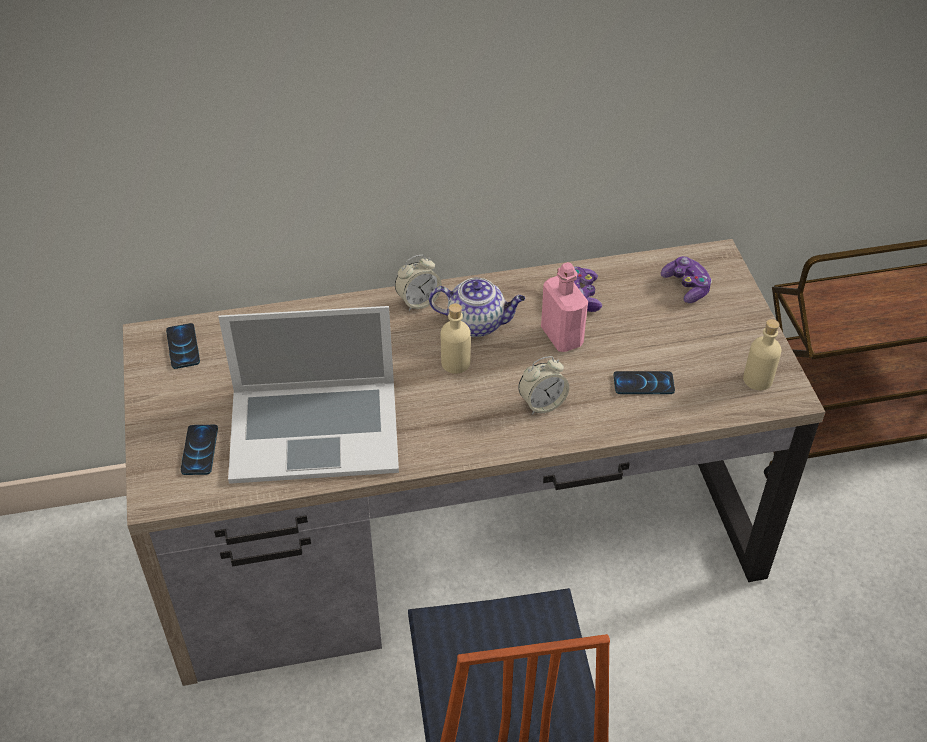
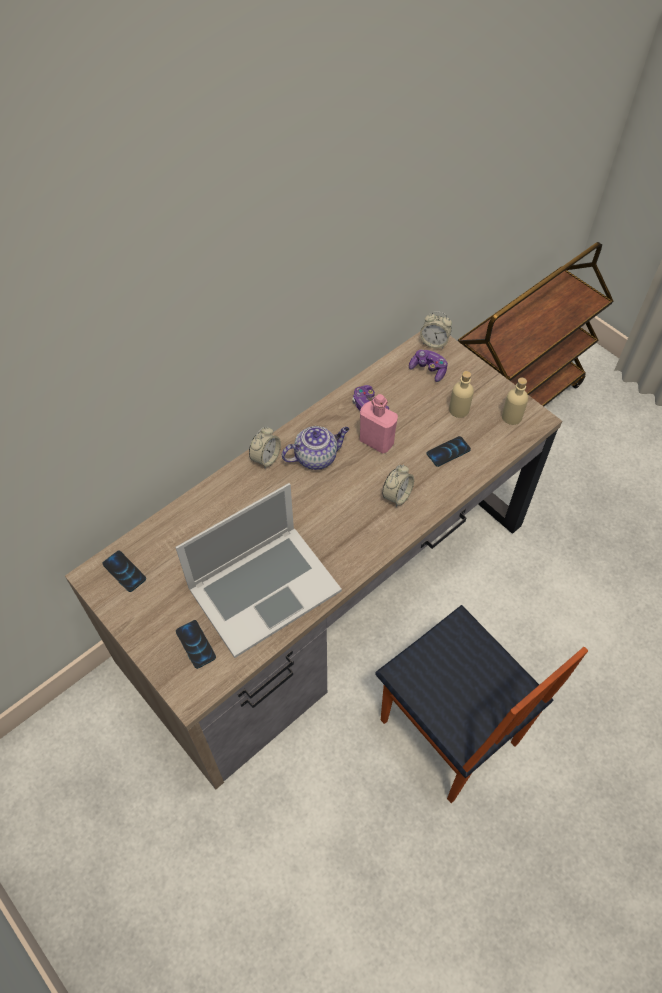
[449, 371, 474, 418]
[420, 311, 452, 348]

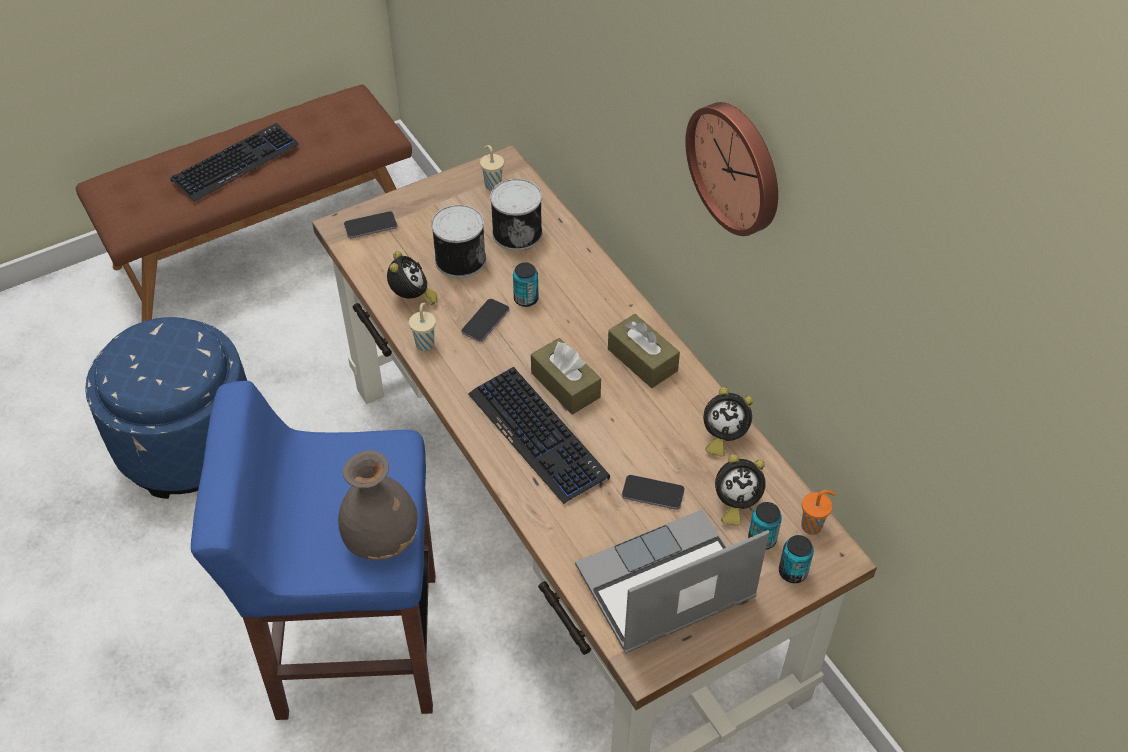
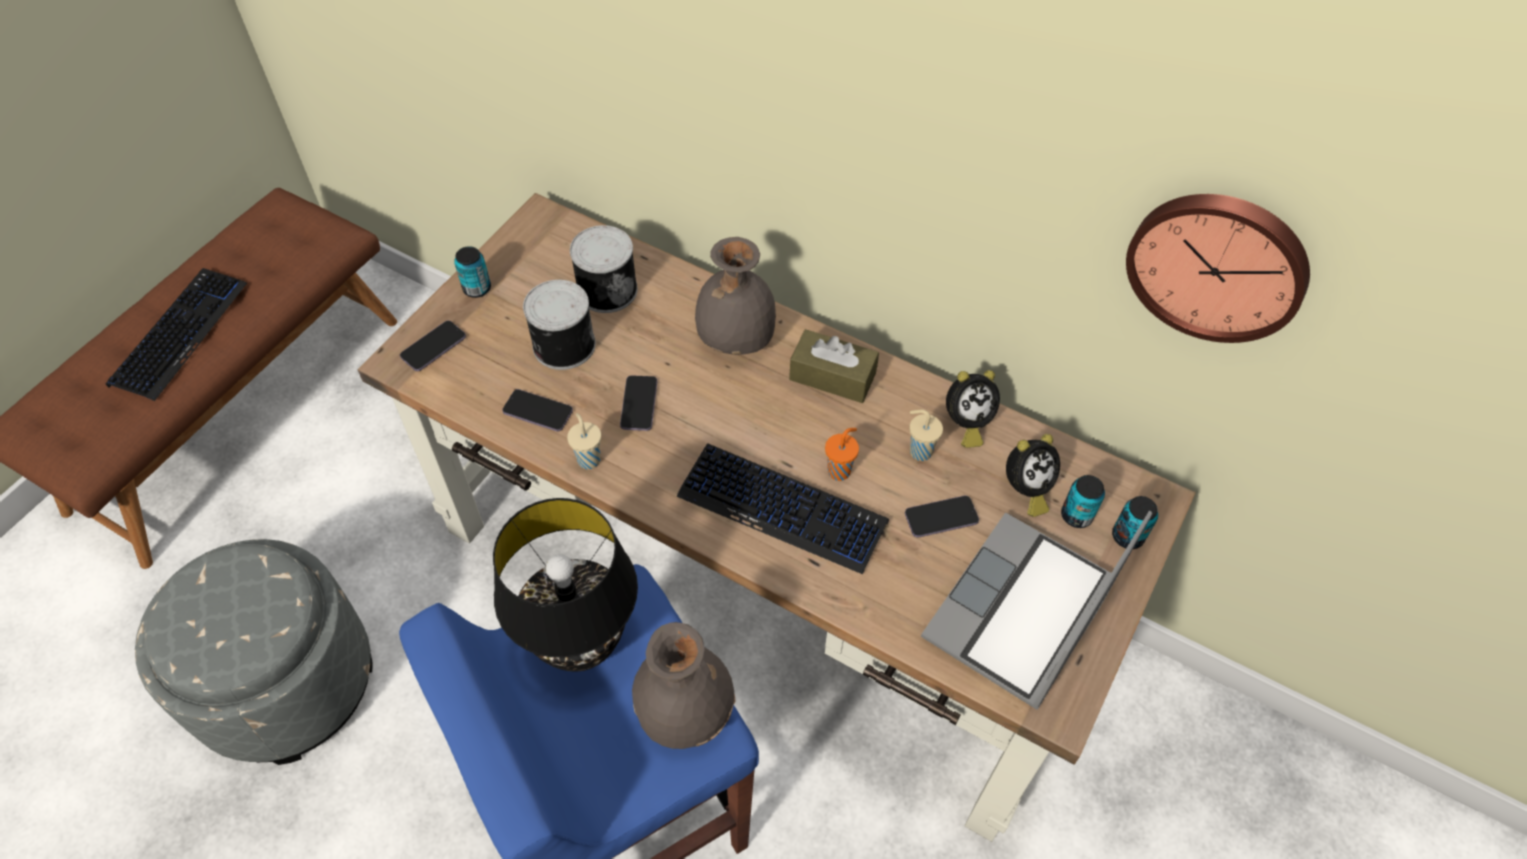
[1126, 194, 1310, 343]
[909, 409, 943, 461]
[502, 389, 573, 431]
[454, 246, 491, 298]
[135, 539, 372, 765]
[531, 338, 601, 414] (first image)
[825, 428, 859, 481]
[695, 237, 776, 355]
[493, 498, 638, 672]

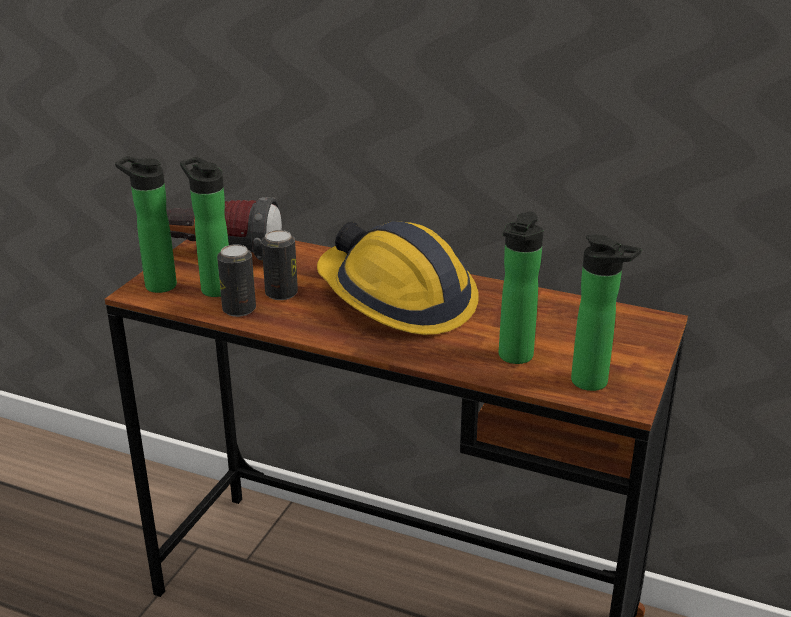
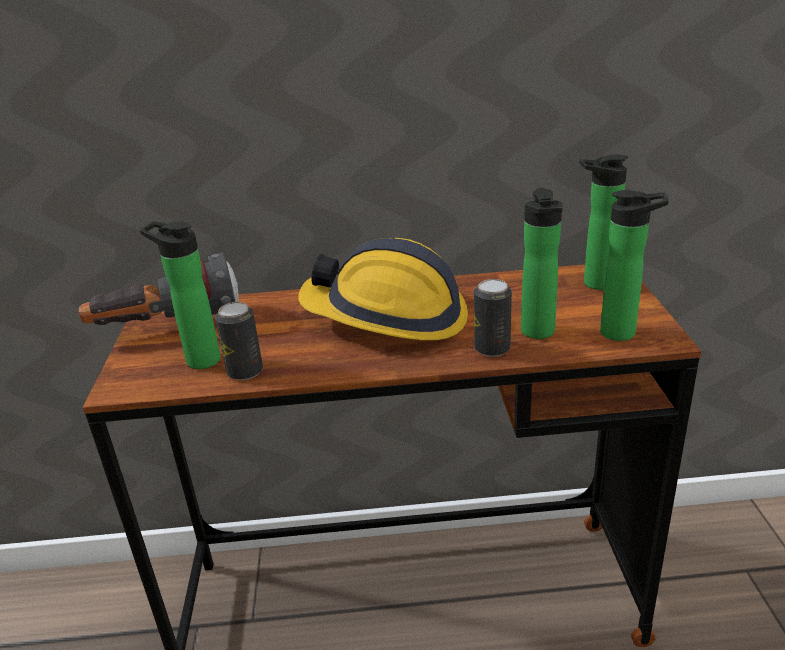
[579, 154, 628, 290]
[474, 279, 512, 357]

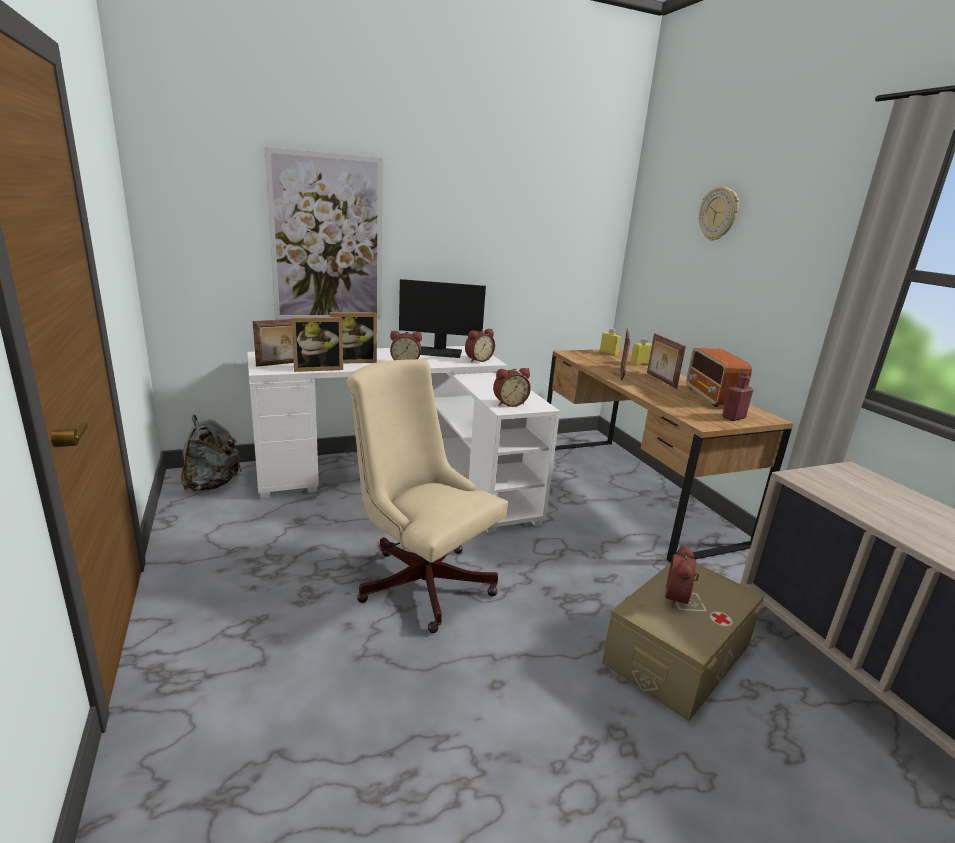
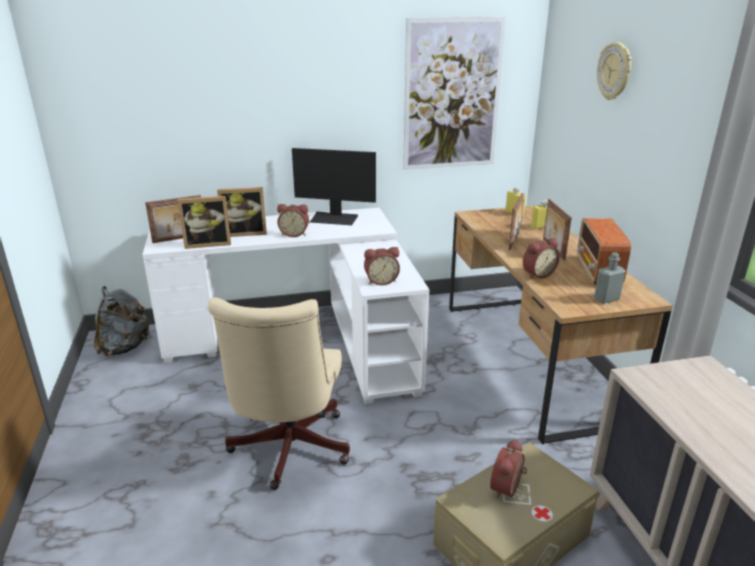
[403, 17, 506, 170]
[523, 238, 559, 279]
[208, 297, 350, 490]
[594, 252, 626, 304]

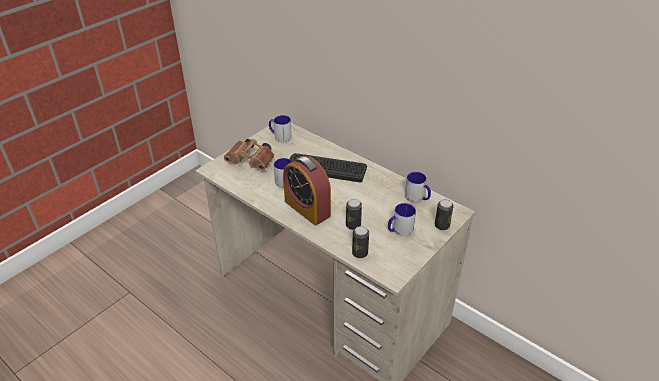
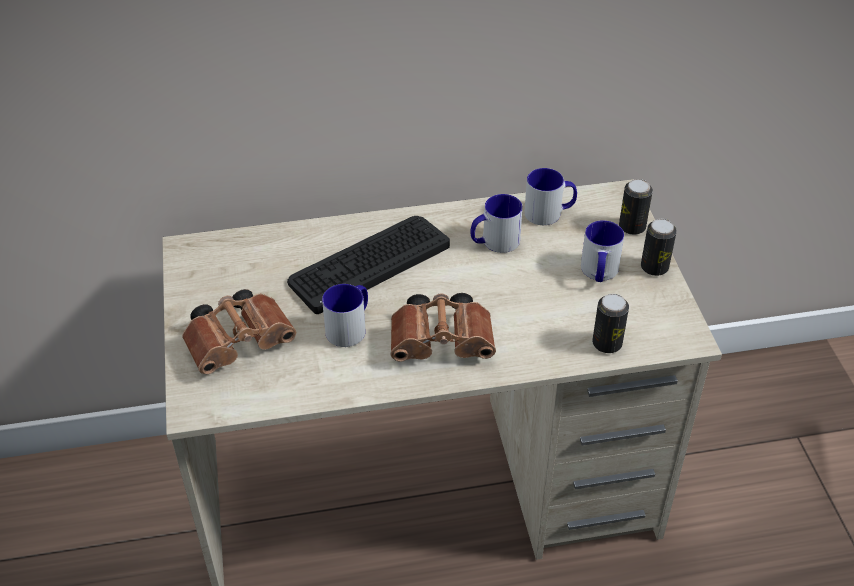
[470, 194, 523, 253]
[391, 293, 496, 362]
[641, 219, 677, 276]

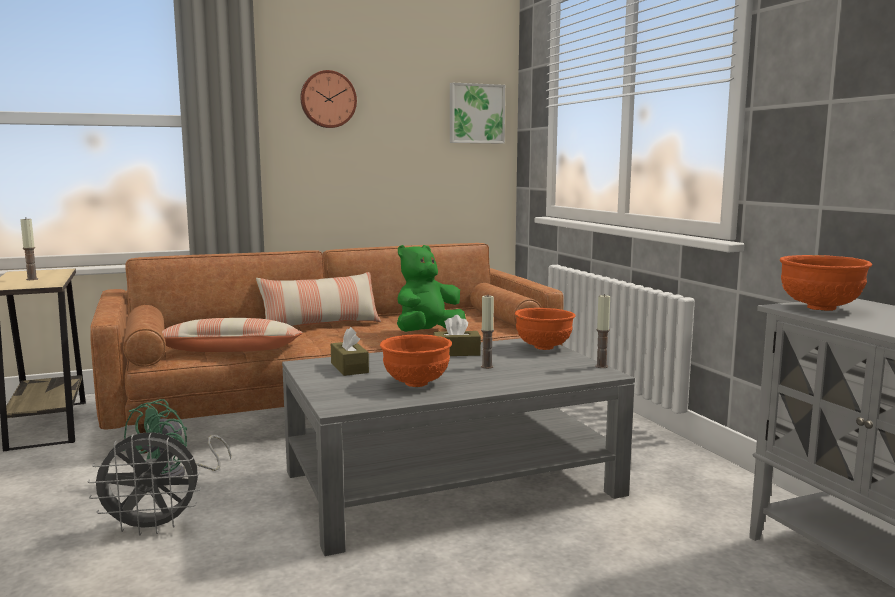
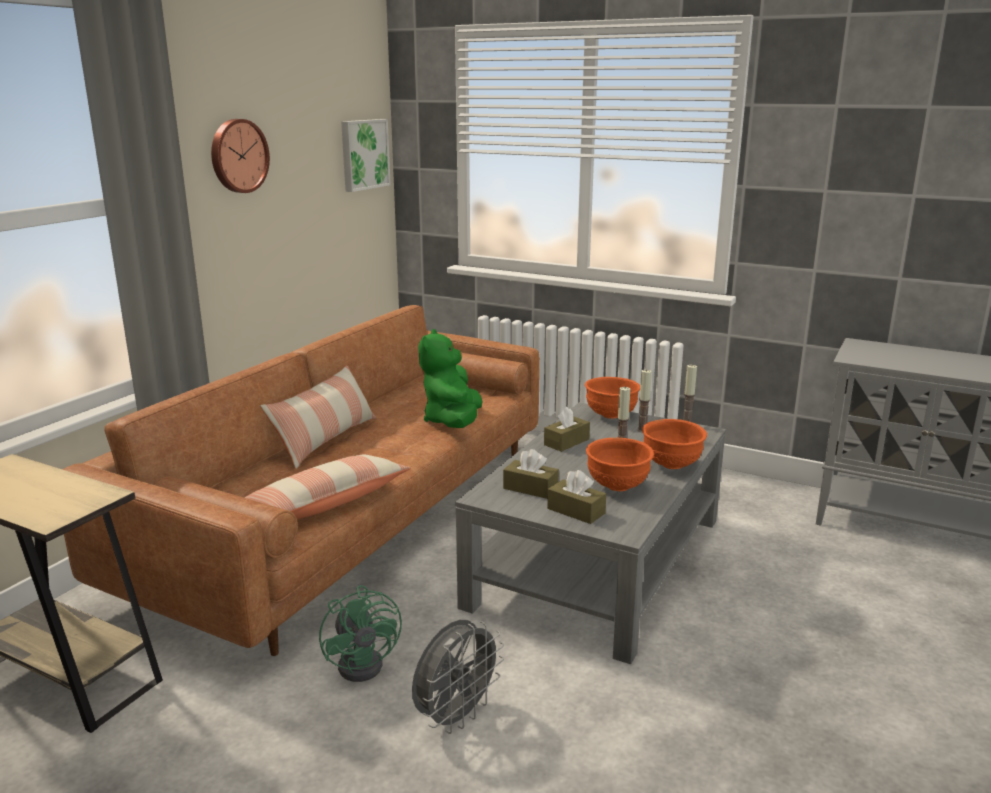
[637, 369, 652, 432]
[642, 419, 707, 469]
[547, 470, 606, 524]

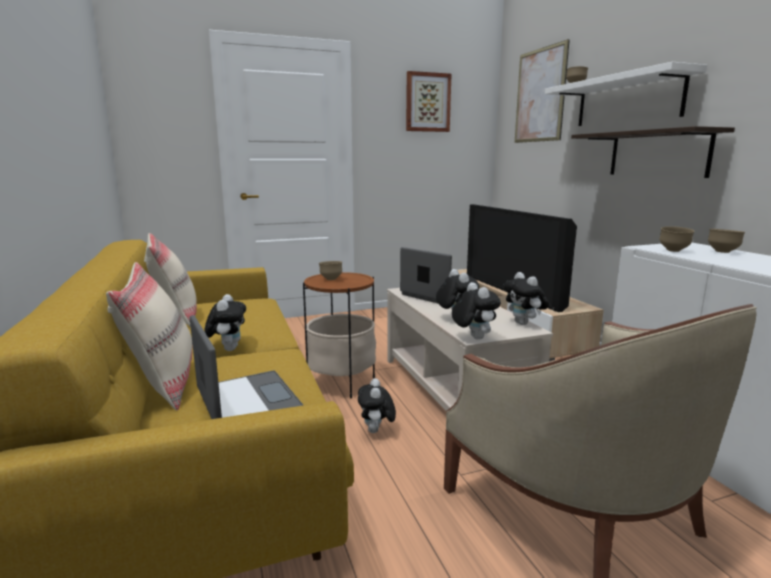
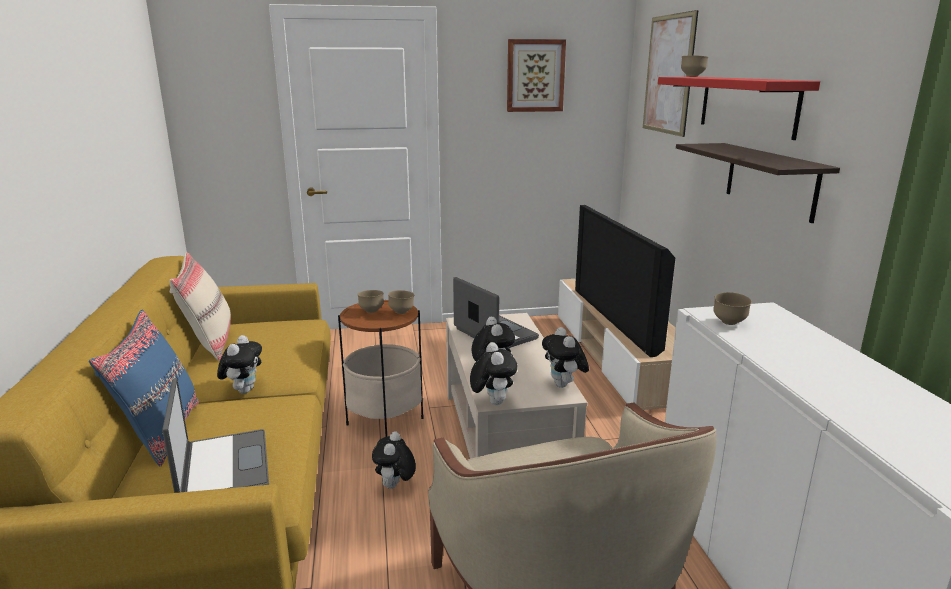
[658, 77, 820, 140]
[388, 290, 414, 314]
[89, 309, 199, 467]

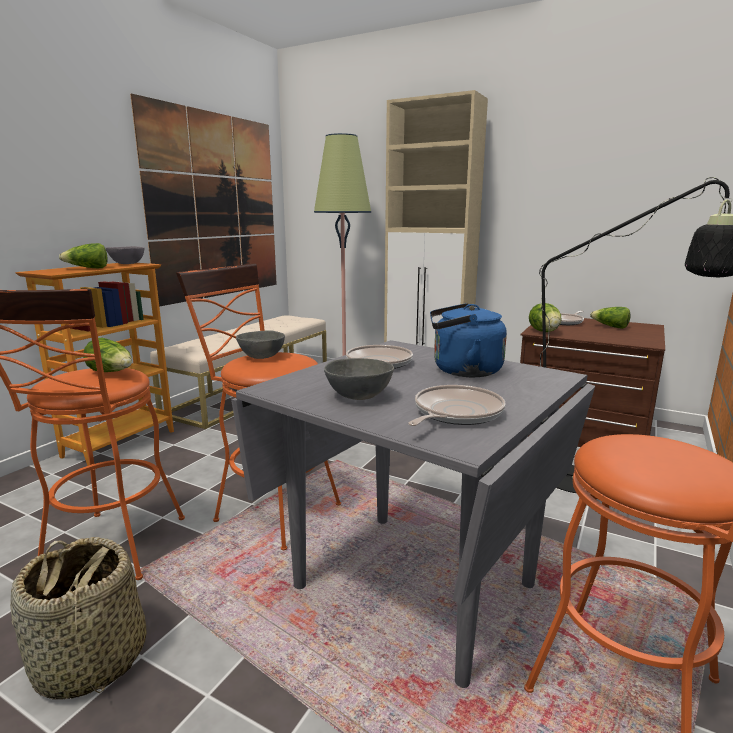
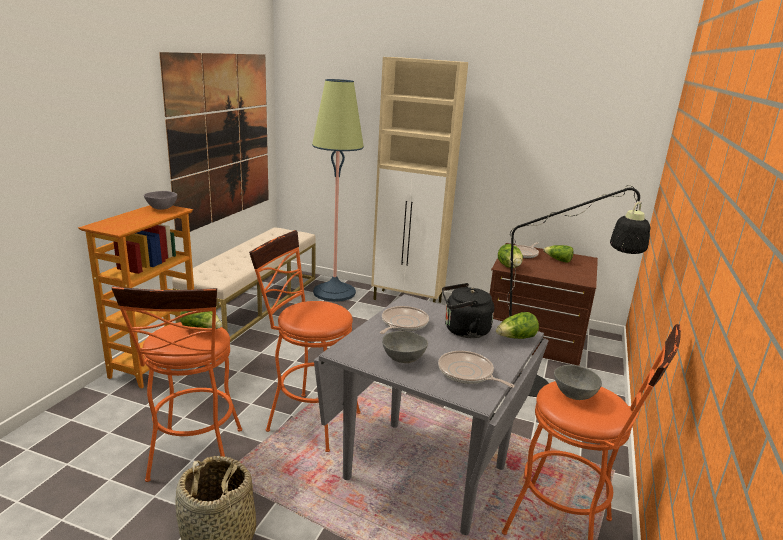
[496, 312, 539, 339]
[442, 283, 494, 338]
[554, 365, 602, 400]
[438, 351, 515, 388]

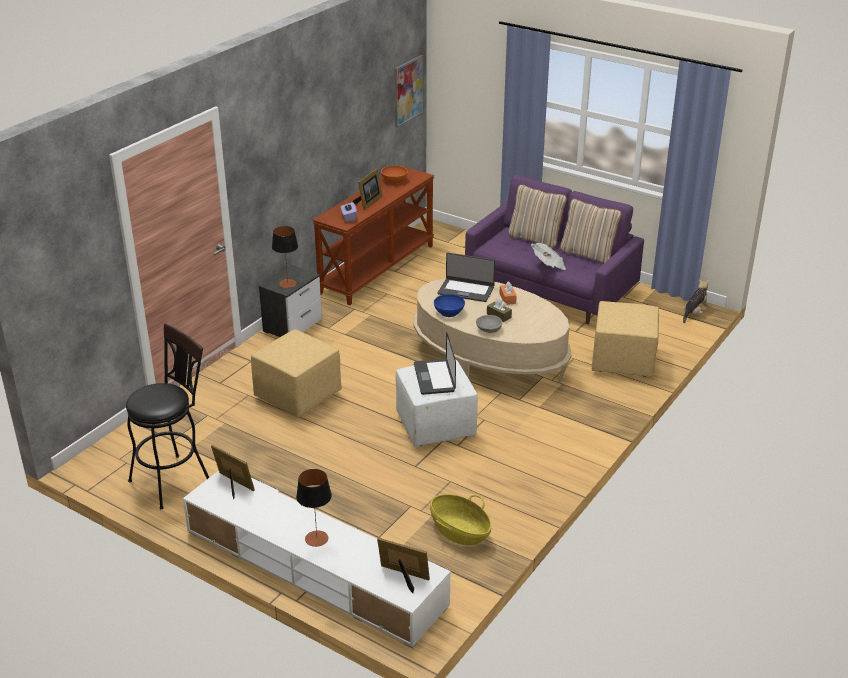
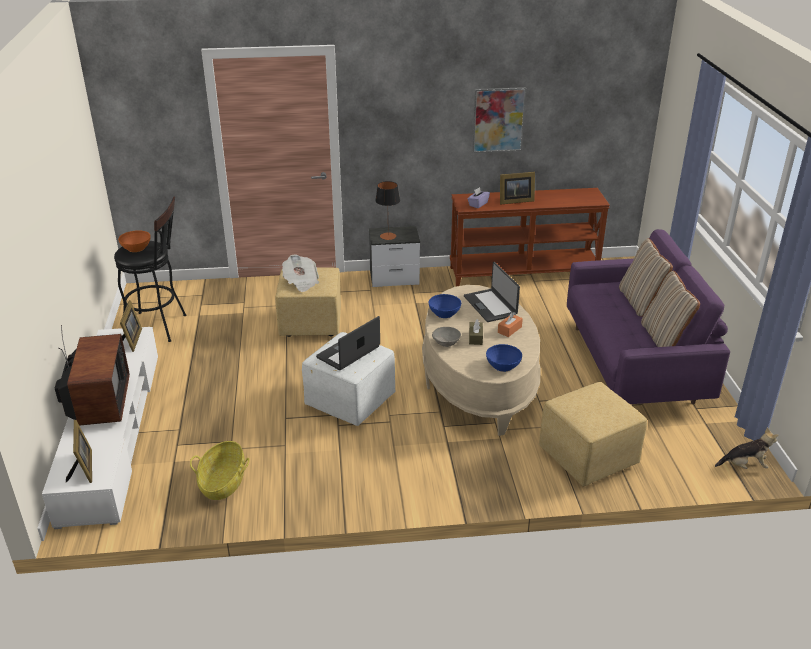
[472, 87, 526, 153]
[118, 230, 150, 252]
[282, 254, 319, 292]
[55, 325, 130, 426]
[486, 344, 522, 372]

